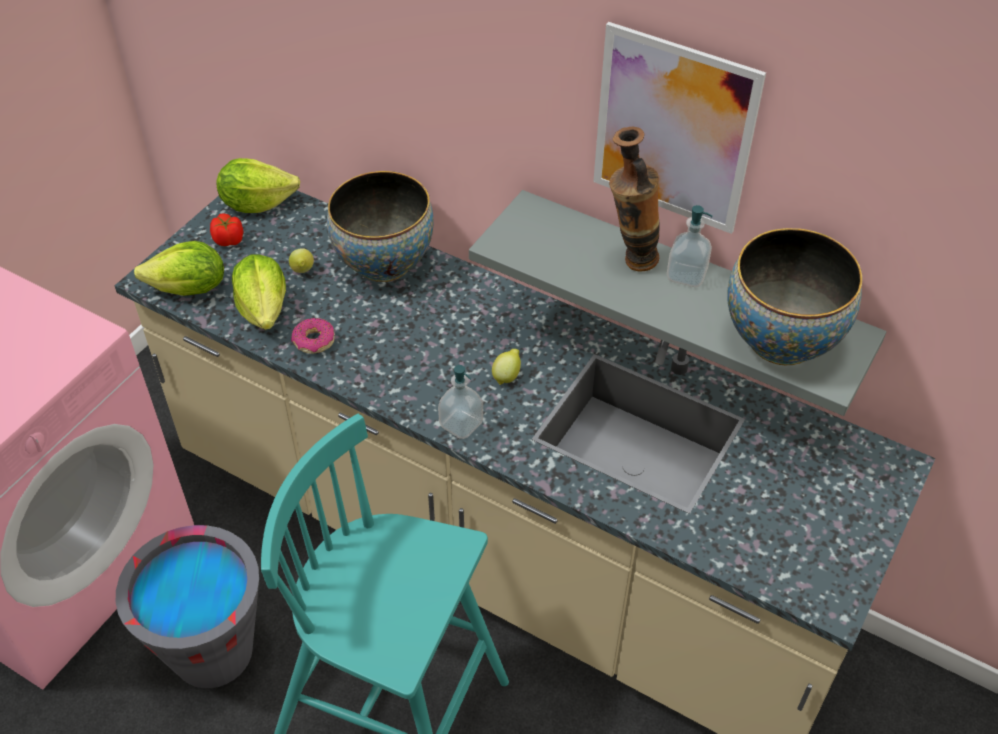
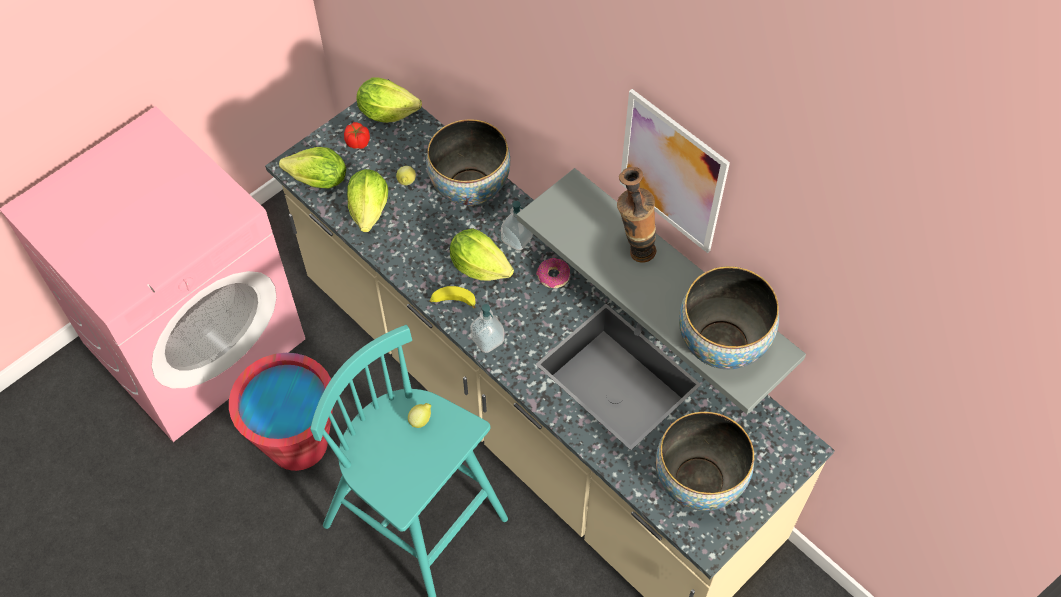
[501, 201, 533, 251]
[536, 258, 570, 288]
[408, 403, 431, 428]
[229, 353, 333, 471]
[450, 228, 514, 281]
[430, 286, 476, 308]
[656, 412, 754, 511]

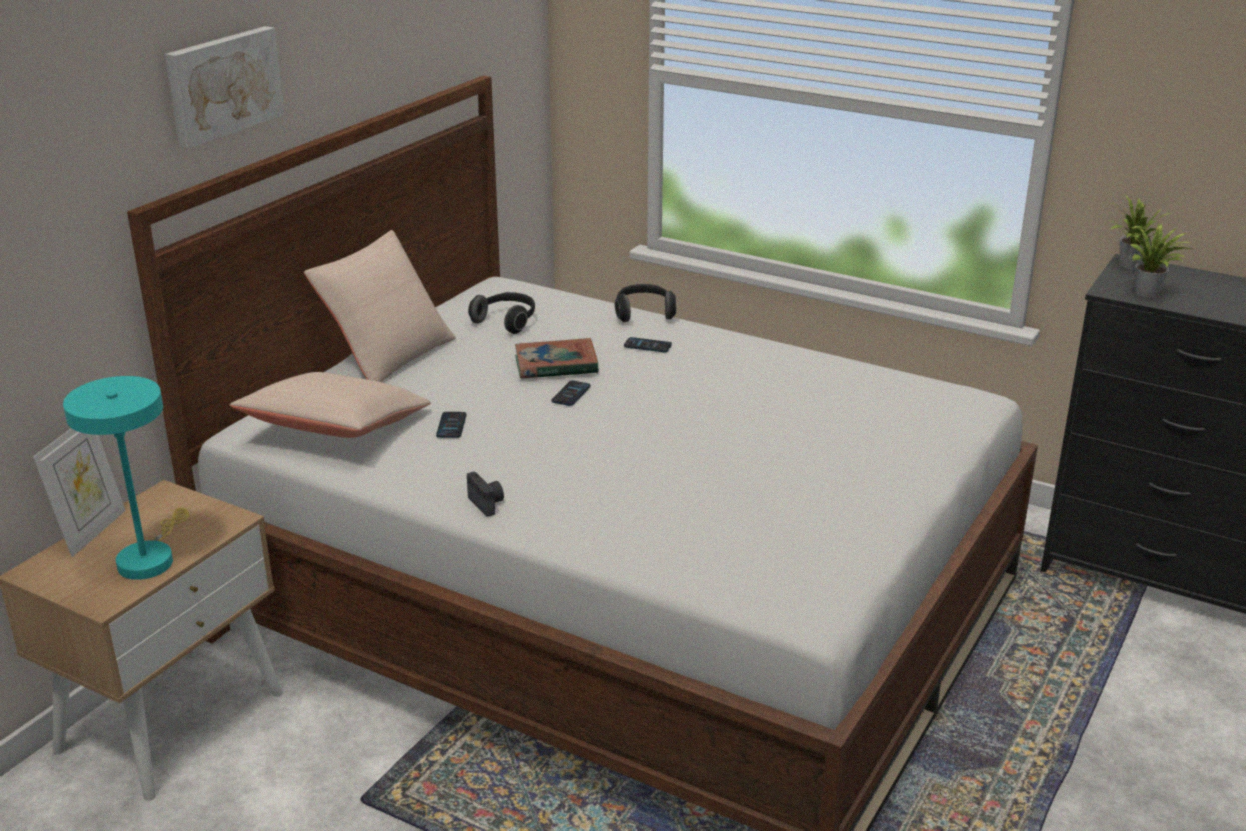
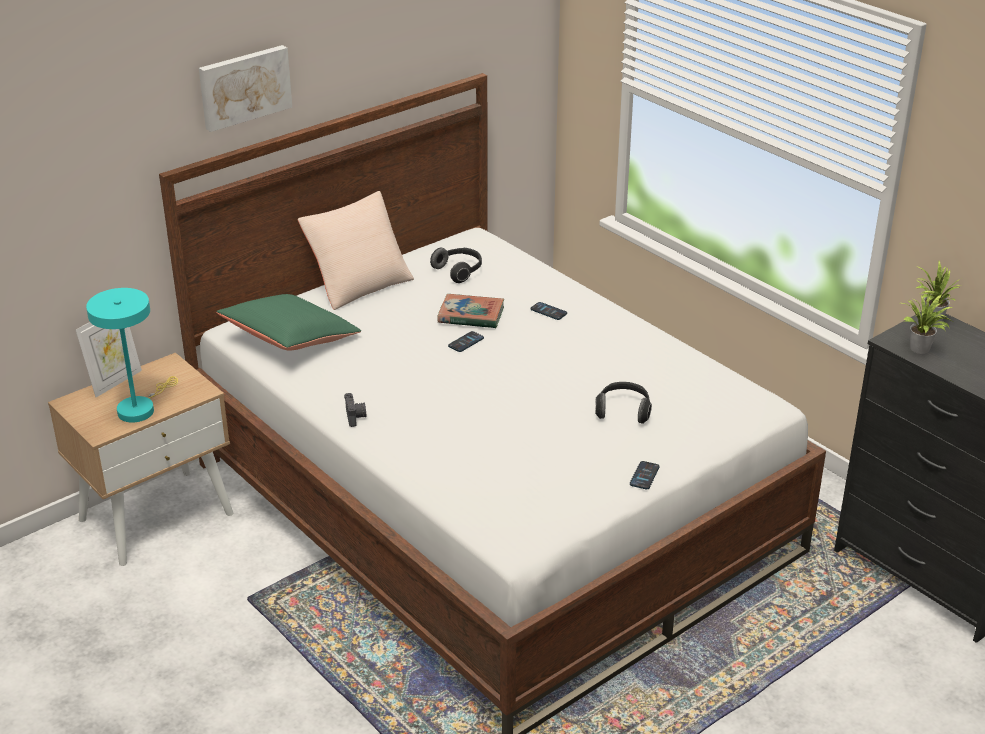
[595, 382, 652, 424]
[216, 294, 361, 350]
[630, 461, 659, 489]

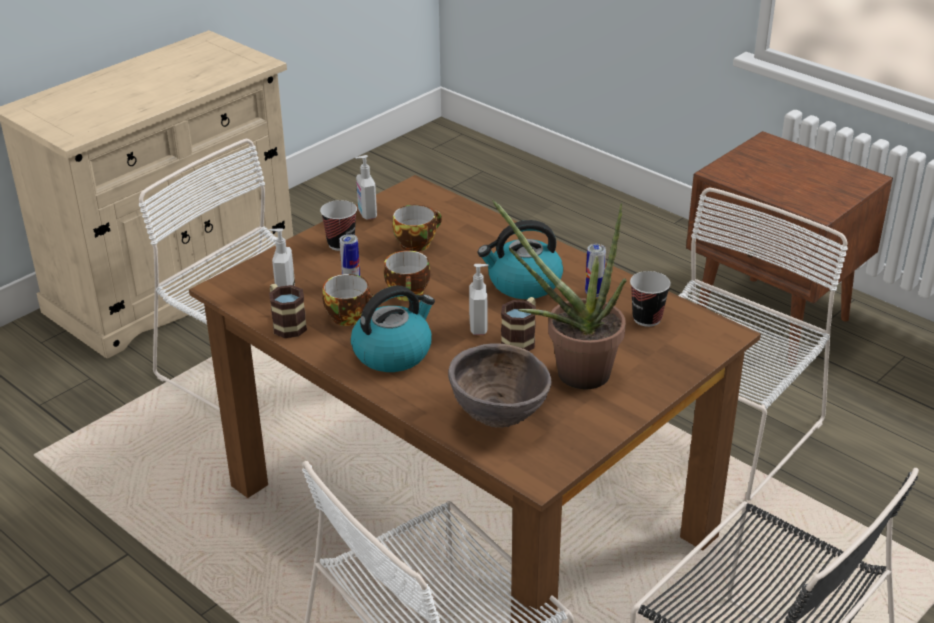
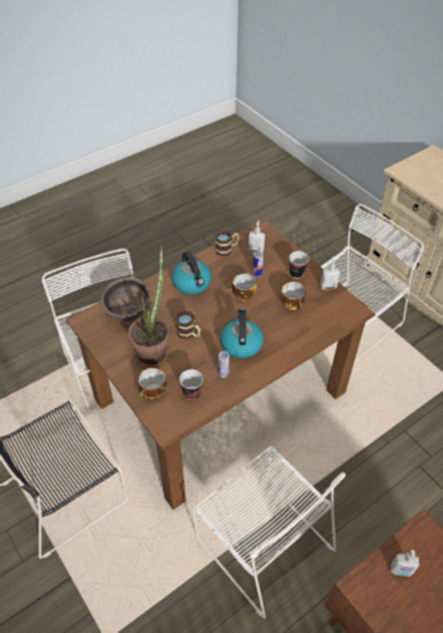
[391, 550, 419, 576]
[138, 368, 166, 400]

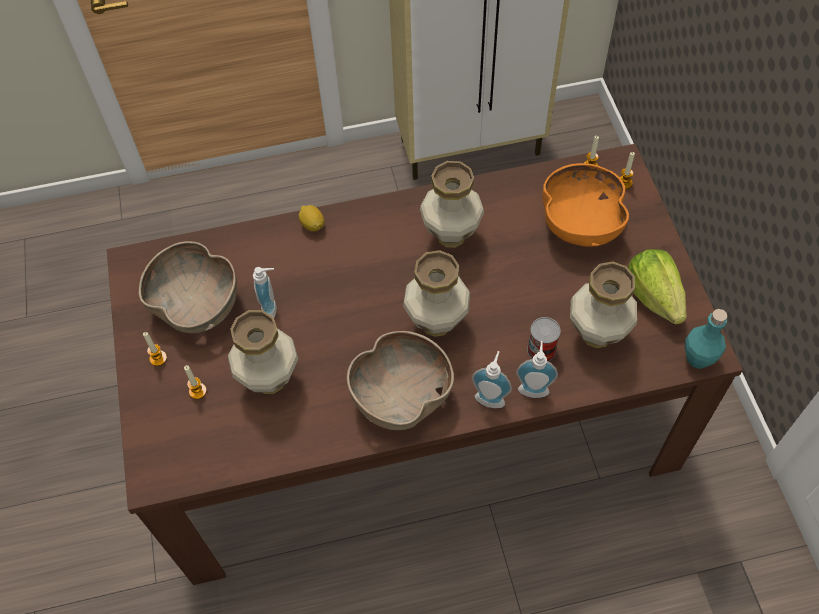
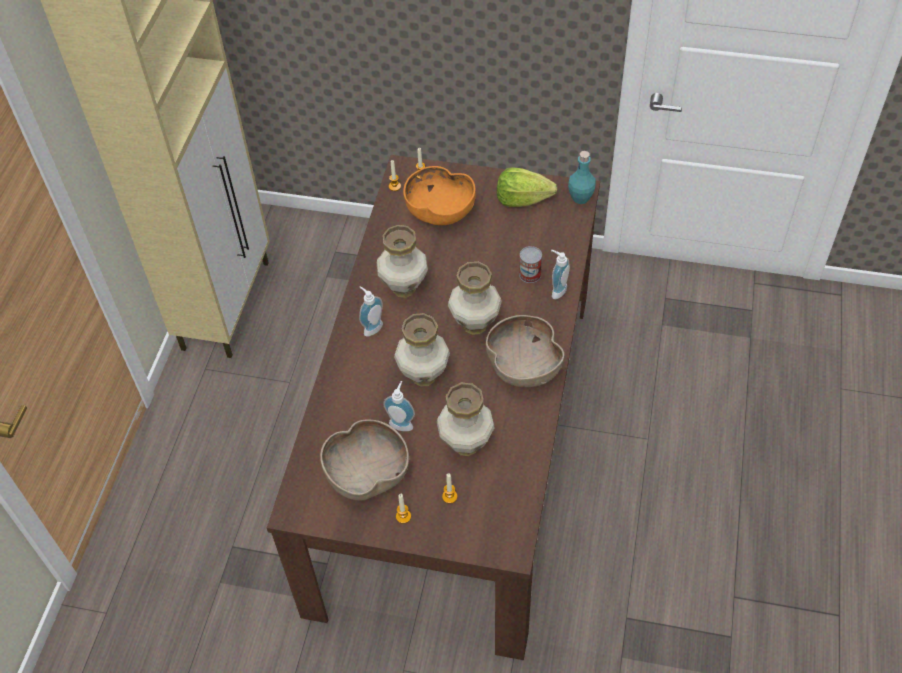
[299, 205, 324, 231] (first image)
[394, 313, 450, 387]
[359, 286, 383, 337]

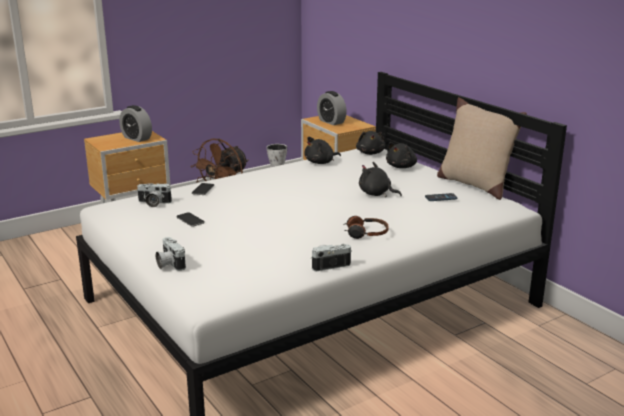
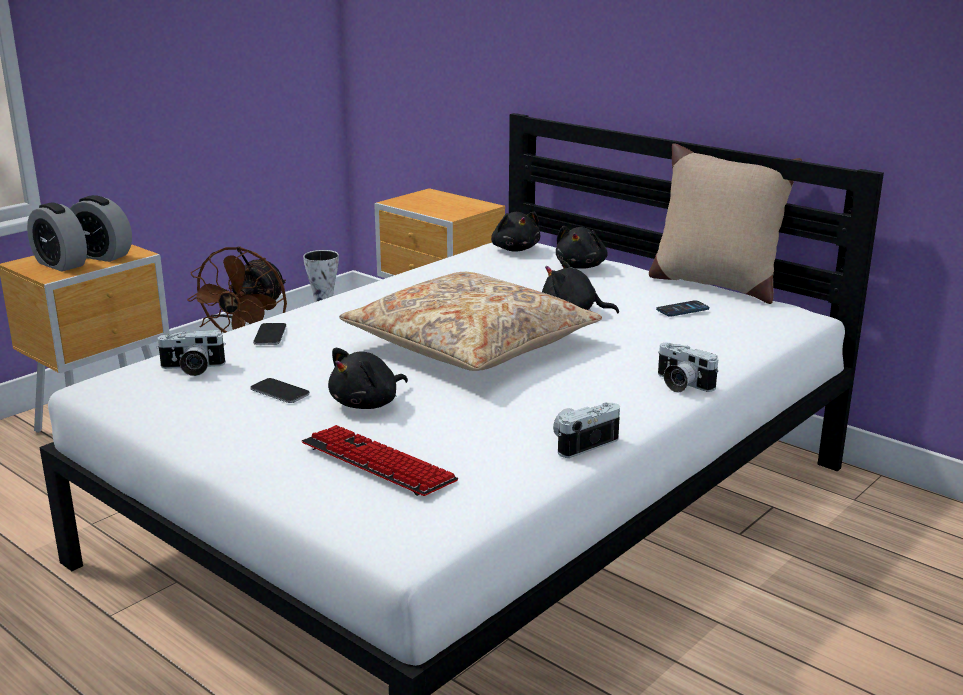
[27, 202, 87, 272]
[328, 348, 408, 409]
[344, 216, 389, 239] (first image)
[658, 343, 718, 393]
[339, 272, 602, 371]
[302, 425, 458, 496]

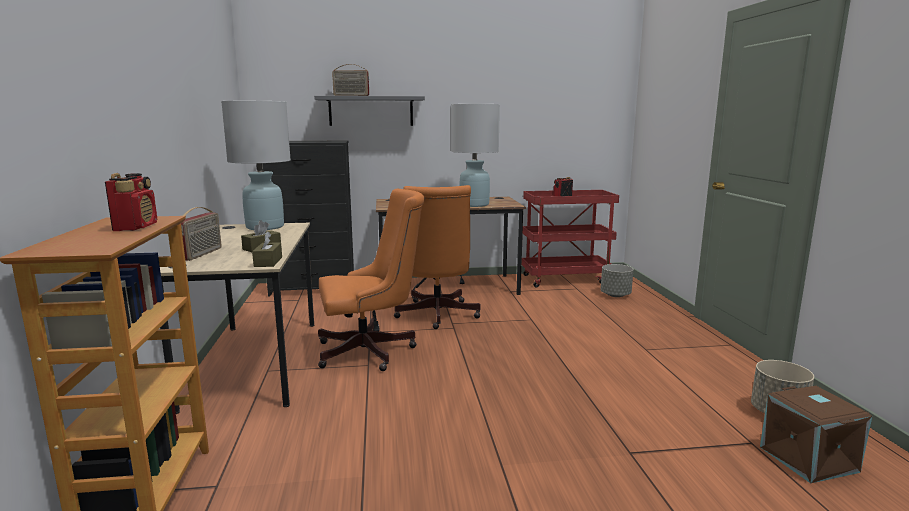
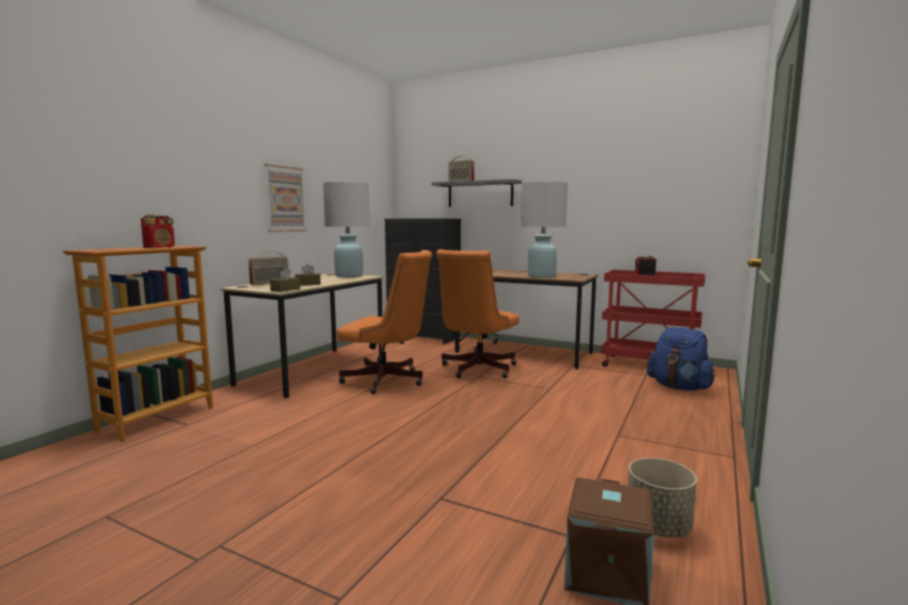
[647, 327, 715, 390]
[265, 164, 307, 232]

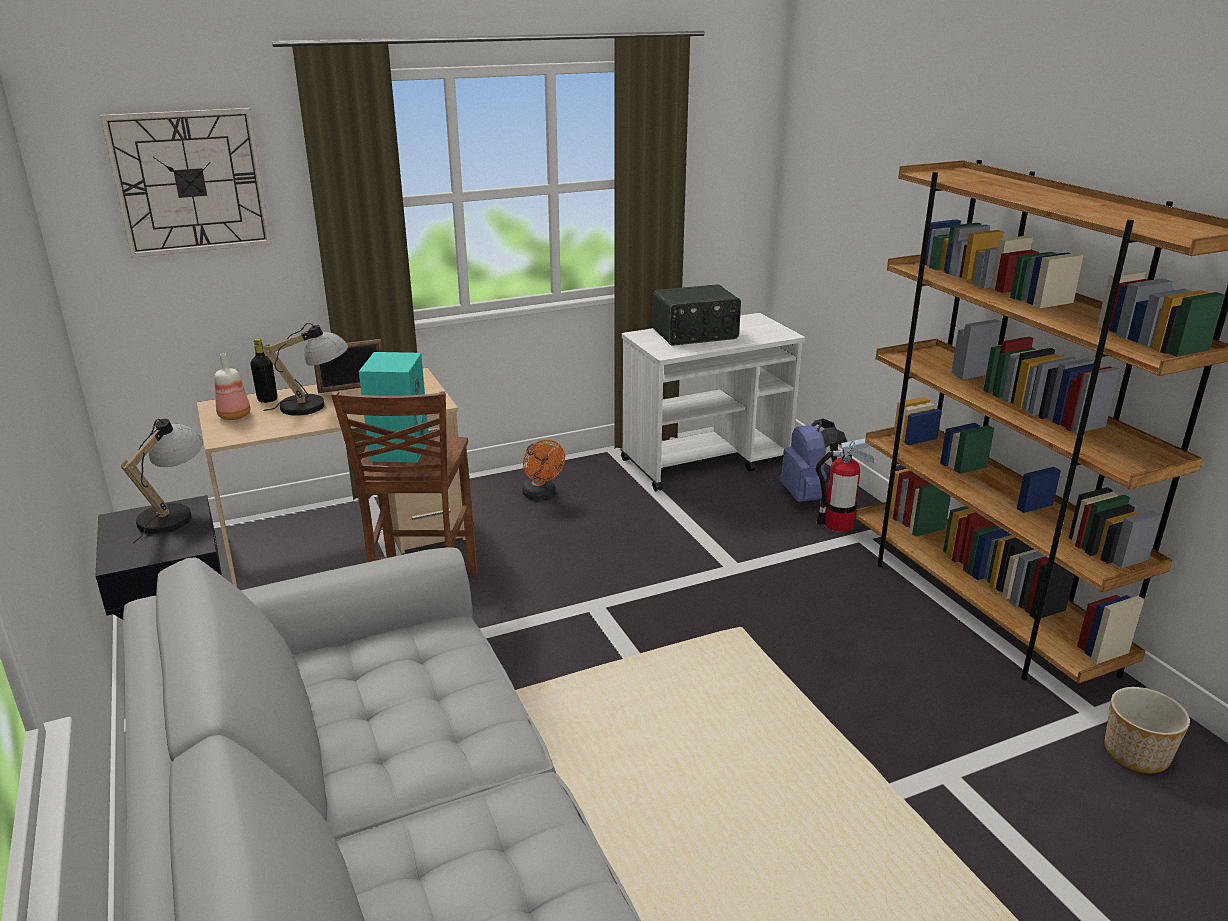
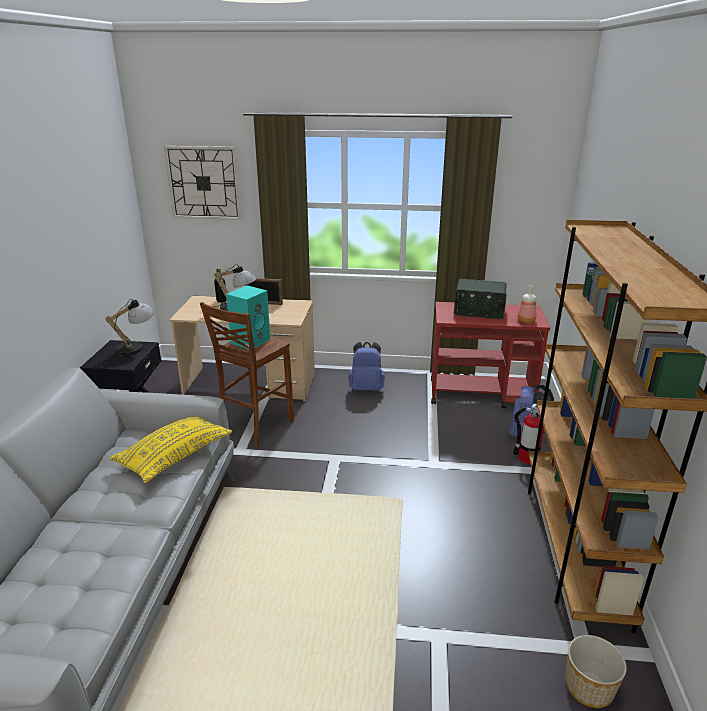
[431, 302, 550, 408]
[518, 285, 536, 323]
[348, 342, 385, 391]
[110, 416, 232, 483]

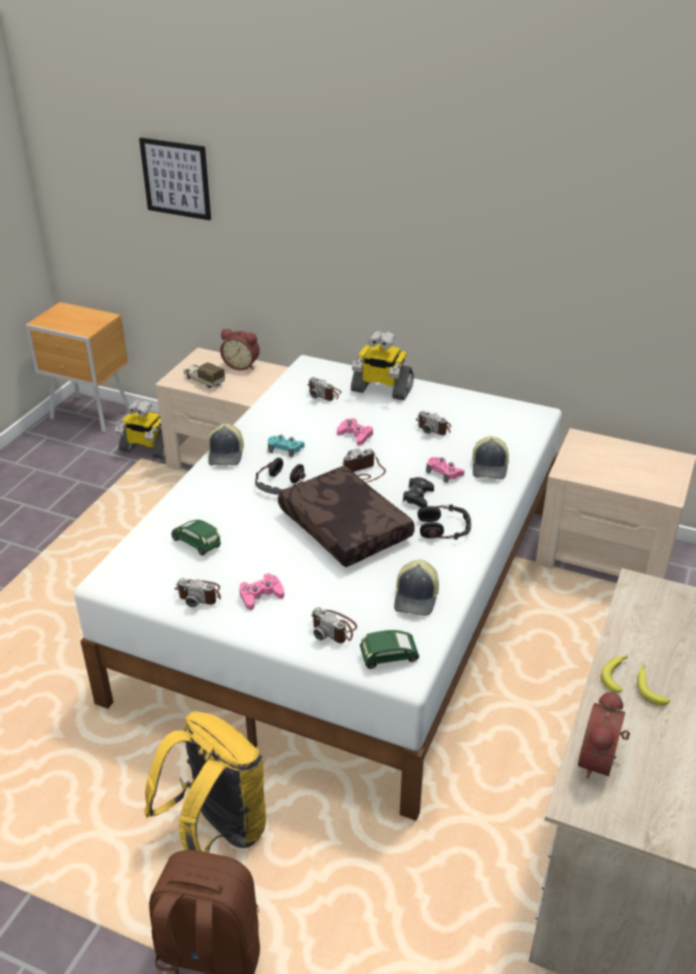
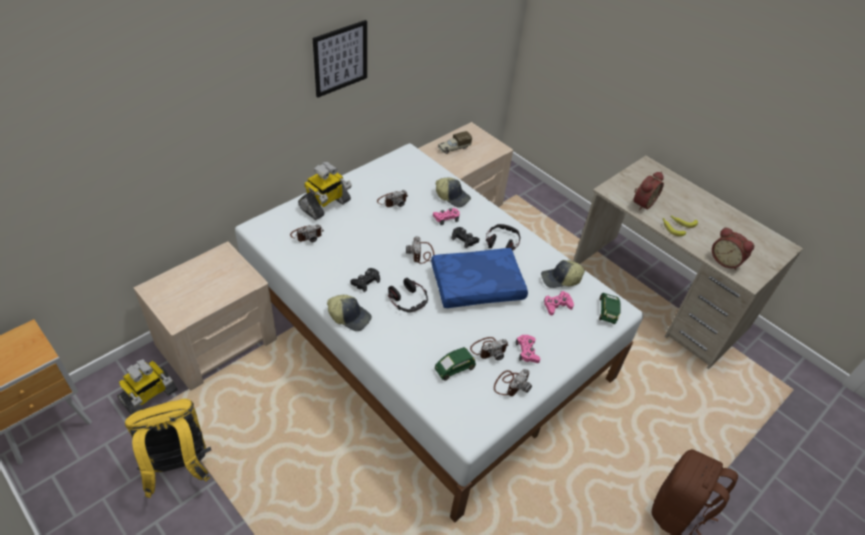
[313, 20, 367, 98]
[633, 172, 664, 211]
[438, 131, 472, 154]
[544, 291, 574, 316]
[351, 268, 380, 292]
[431, 248, 528, 308]
[541, 260, 585, 288]
[470, 337, 508, 361]
[125, 399, 211, 498]

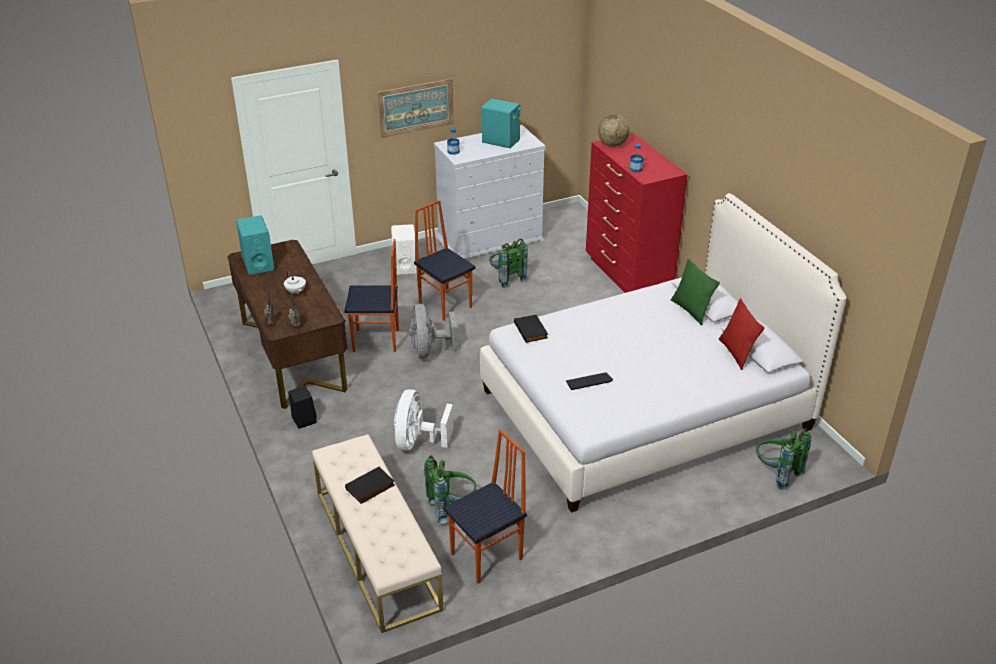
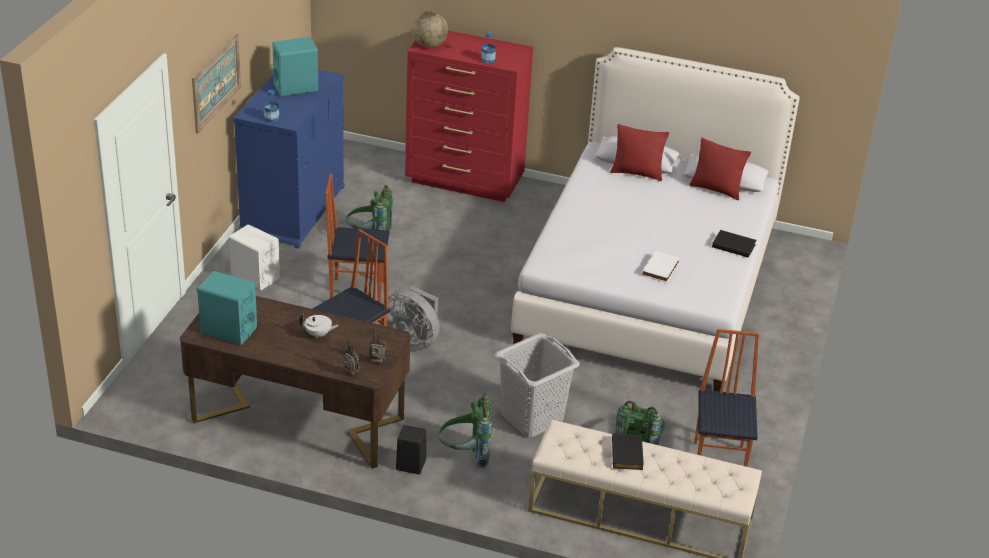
[234, 69, 345, 249]
[610, 124, 669, 181]
[712, 230, 756, 258]
[642, 251, 680, 283]
[495, 333, 580, 438]
[438, 393, 492, 468]

